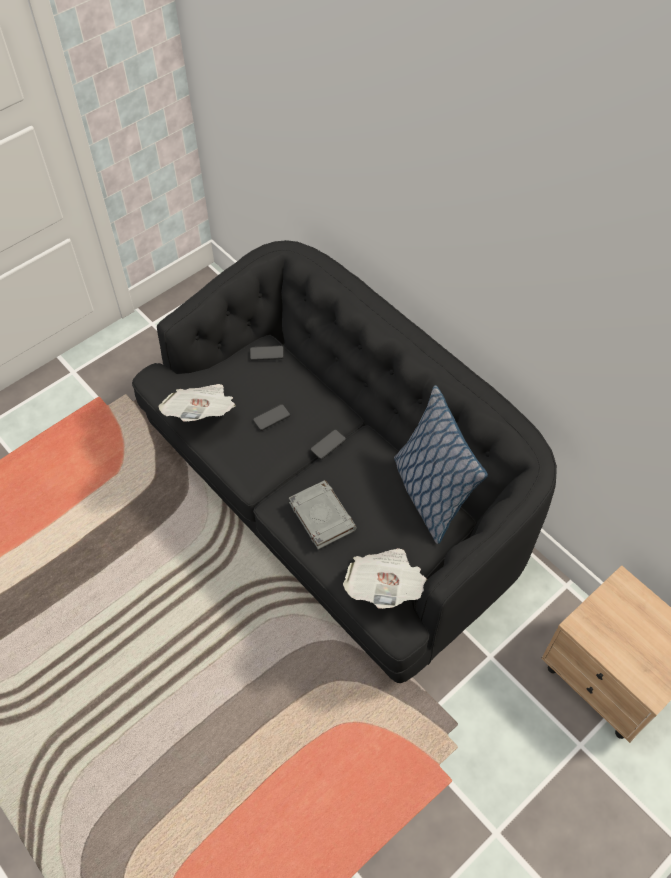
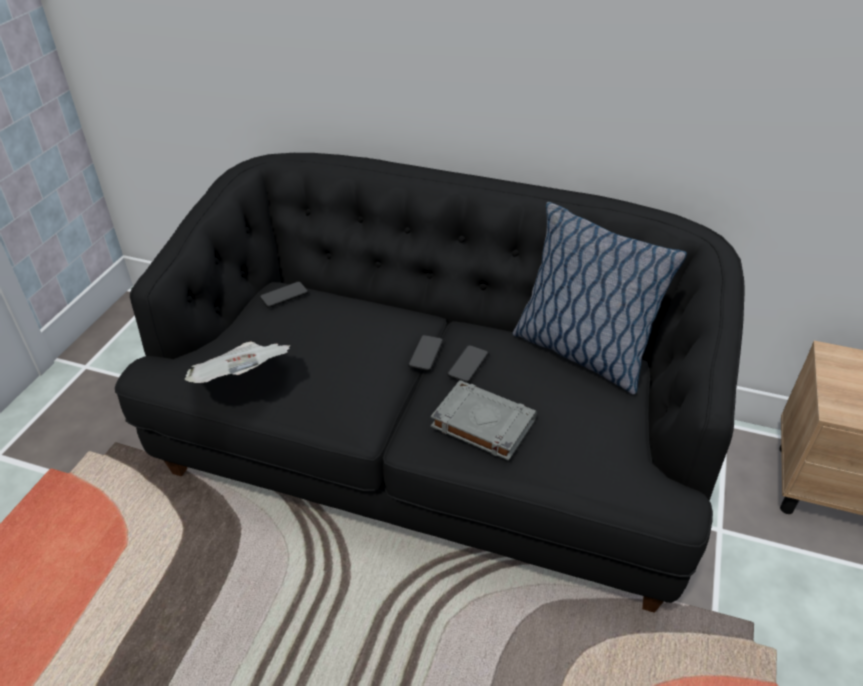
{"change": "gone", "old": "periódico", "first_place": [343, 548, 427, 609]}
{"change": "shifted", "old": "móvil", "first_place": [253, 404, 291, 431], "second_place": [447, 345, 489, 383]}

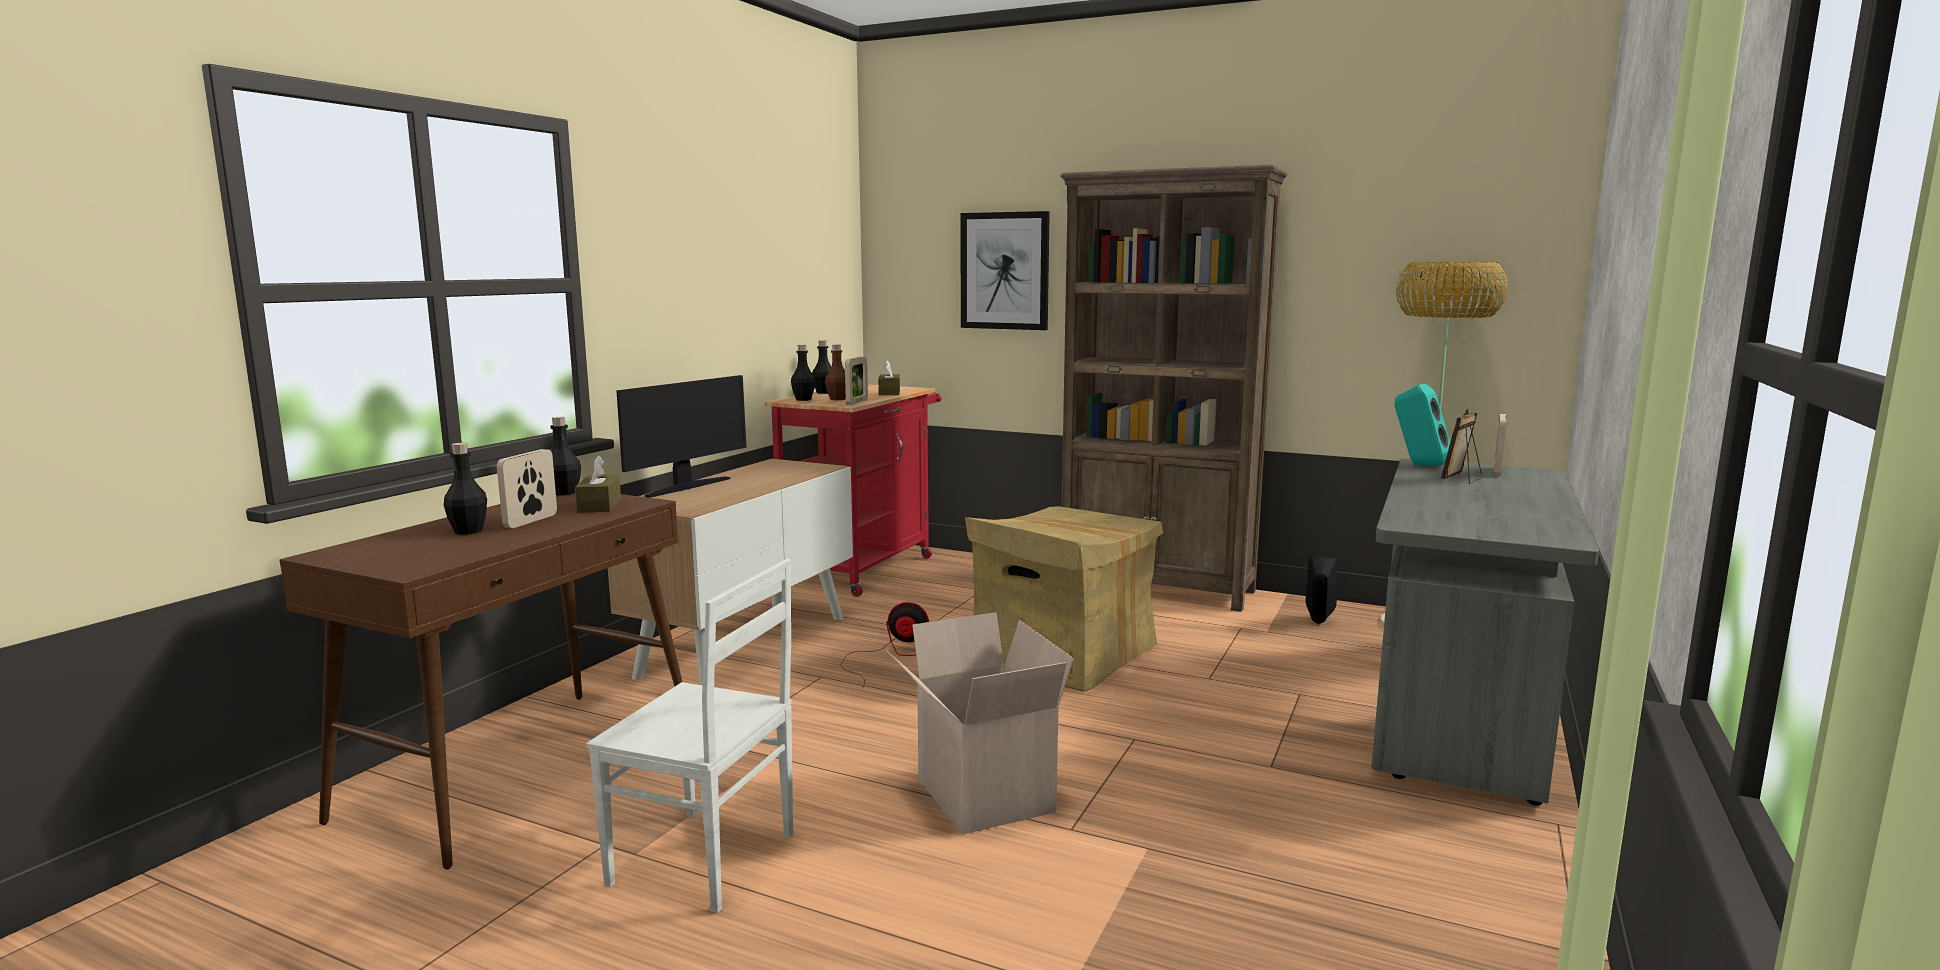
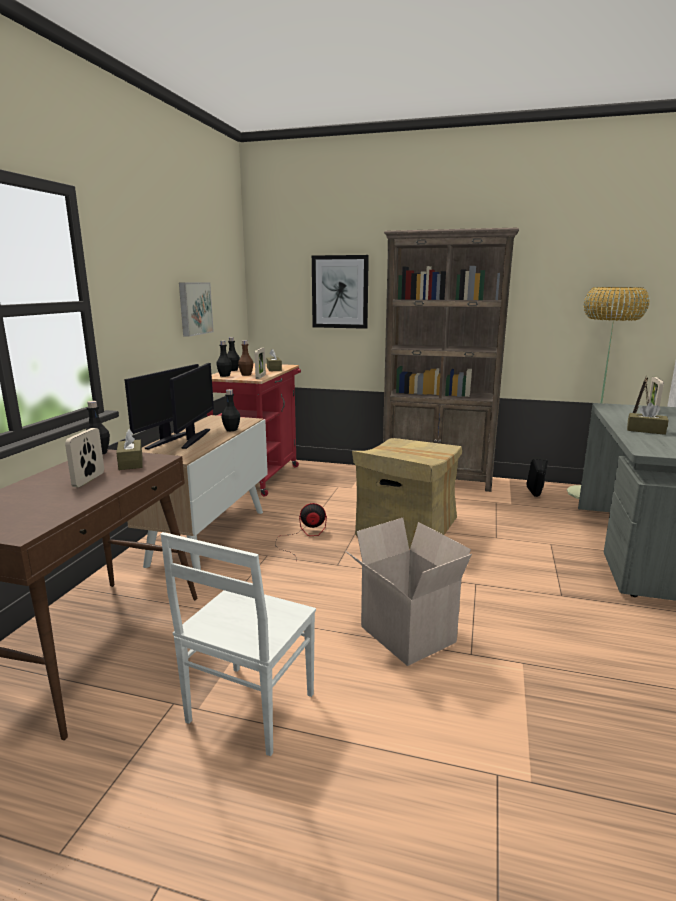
{"change": "gone", "old": "altavoz/turquesa", "first_place": [1394, 384, 1450, 466]}
{"change": "new", "new": "monitor", "second_place": [169, 363, 214, 449]}
{"change": "new", "new": "cuadro", "second_place": [179, 282, 214, 337]}
{"change": "new", "new": "caja de pañuelos/marrón", "second_place": [627, 403, 668, 435]}
{"change": "shifted", "old": "botella/negro", "first_place": [444, 443, 487, 535], "second_place": [221, 389, 240, 431]}
{"change": "rotated", "old": "silla/blanco", "first_place": [586, 559, 793, 913], "second_place": [161, 532, 316, 756], "degrees": 105}

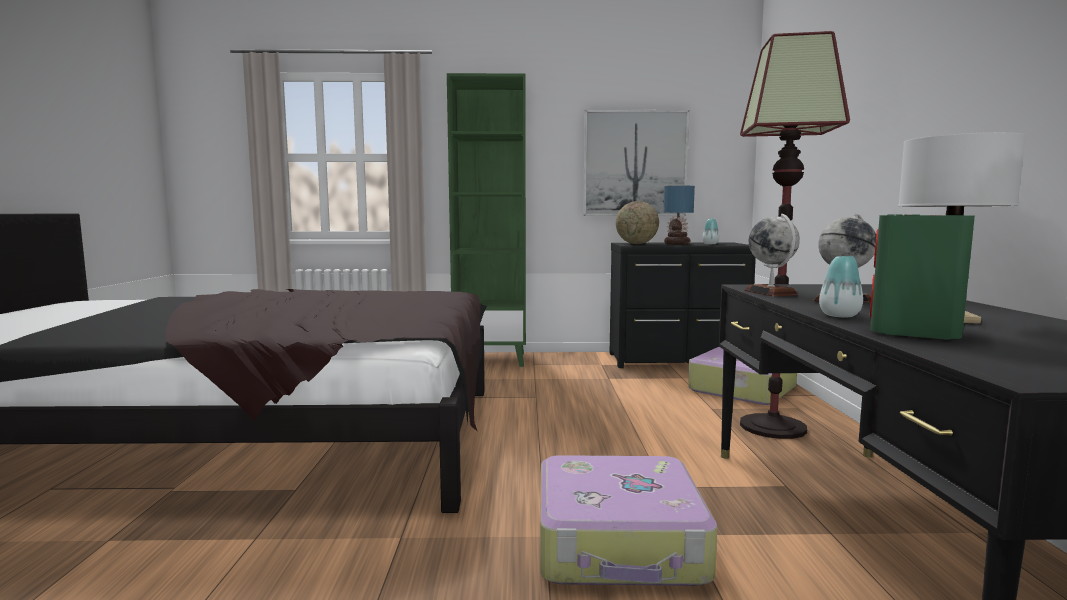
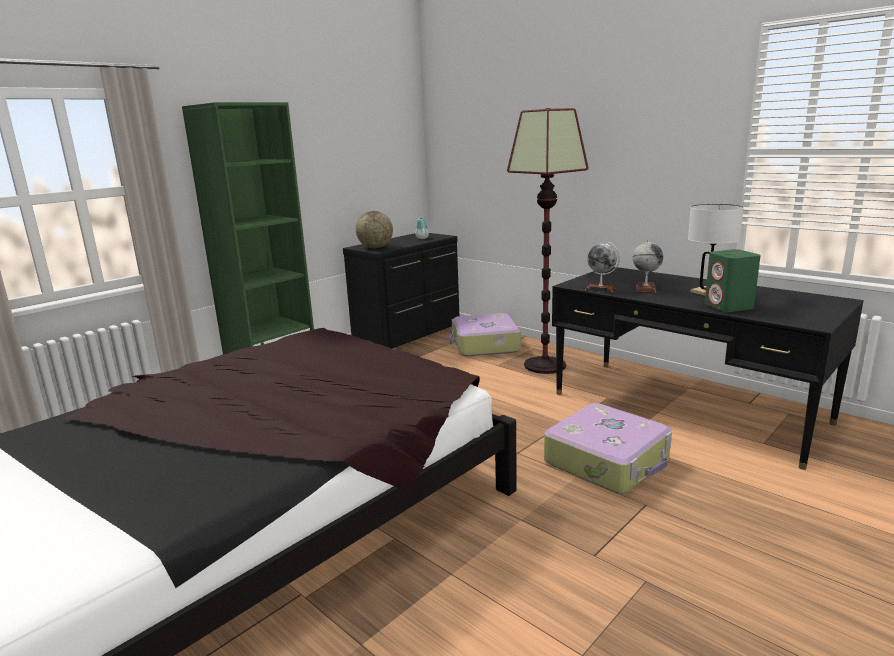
{"change": "gone", "old": "cuadro", "first_place": [583, 110, 690, 216]}
{"change": "gone", "old": "lámpara de mesa", "first_place": [664, 186, 695, 245]}
{"change": "gone", "old": "florero", "first_place": [819, 256, 863, 317]}

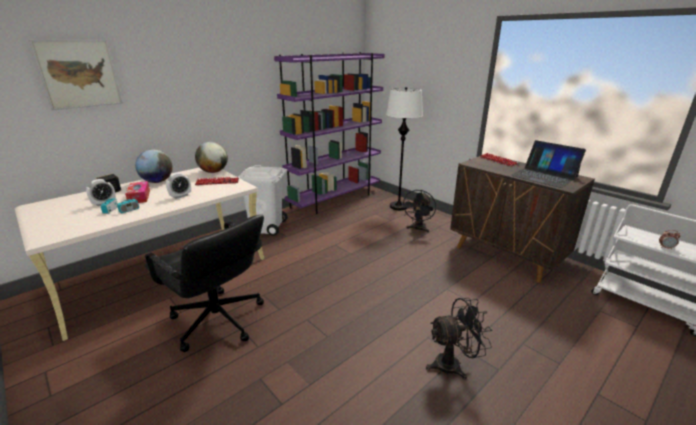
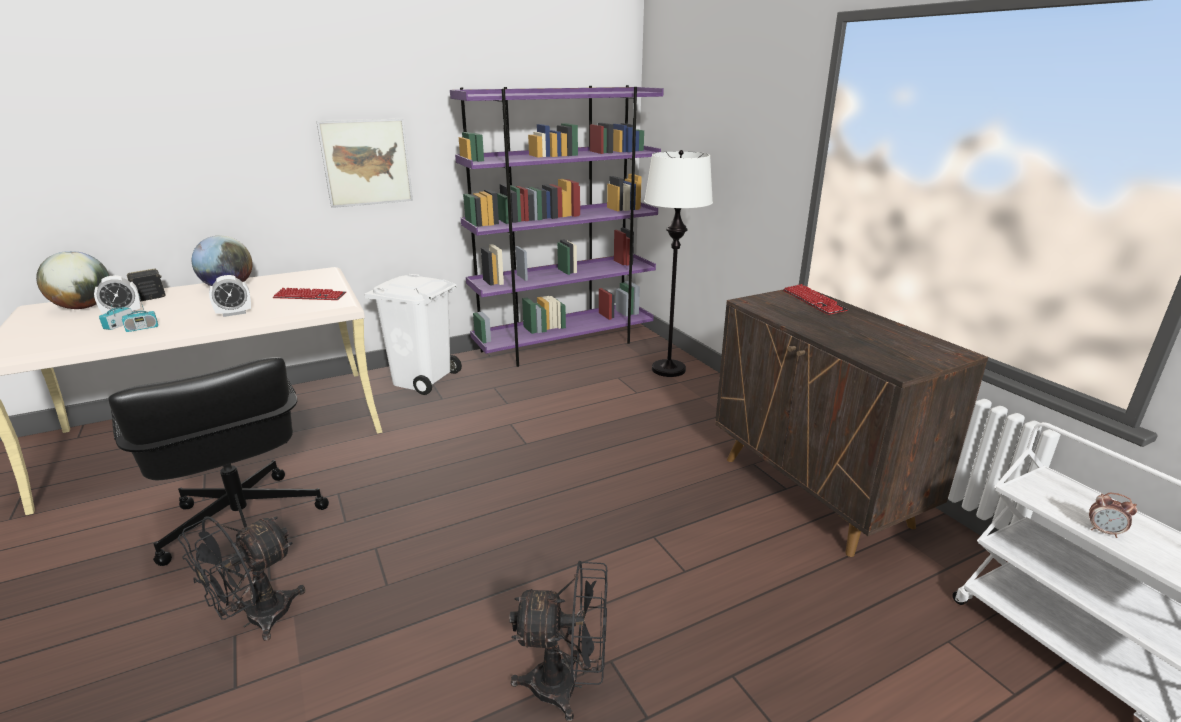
{"change": "gone", "old": "caja de pañuelos", "first_place": [125, 181, 150, 203]}
{"change": "gone", "old": "portátil", "first_place": [511, 140, 586, 188]}
{"change": "shifted", "old": "cuadro", "first_place": [29, 40, 123, 111], "second_place": [316, 118, 413, 208]}
{"change": "shifted", "old": "globo terráqueo", "first_place": [195, 142, 228, 173], "second_place": [36, 251, 109, 309]}
{"change": "shifted", "old": "ventilador/negro", "first_place": [401, 190, 436, 233], "second_place": [178, 517, 305, 641]}

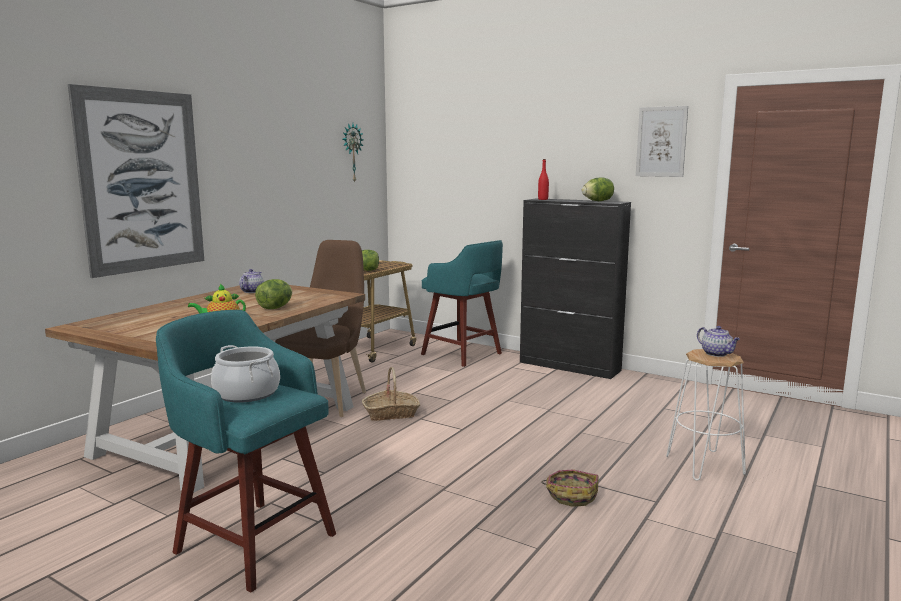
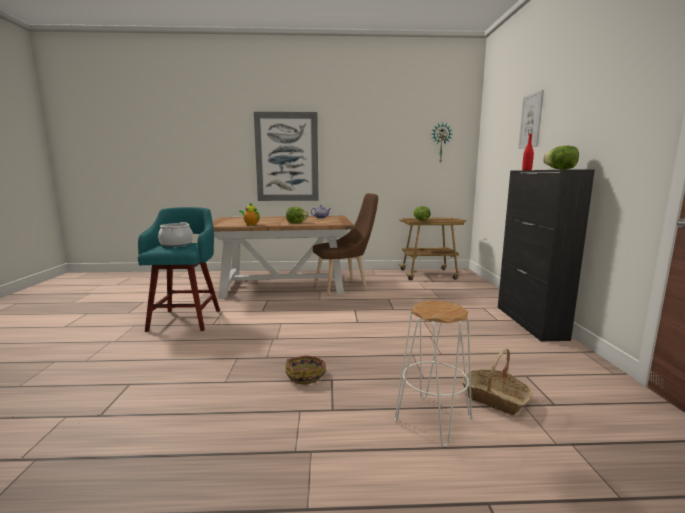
{"change": "gone", "old": "taburete/turquesa", "first_place": [421, 240, 503, 367]}
{"change": "gone", "old": "tetera", "first_place": [697, 326, 740, 357]}
{"change": "shifted", "old": "cesta", "first_place": [362, 367, 420, 421], "second_place": [462, 348, 532, 415]}
{"change": "shifted", "old": "cuadro", "first_place": [636, 106, 688, 177], "second_place": [518, 90, 544, 149]}

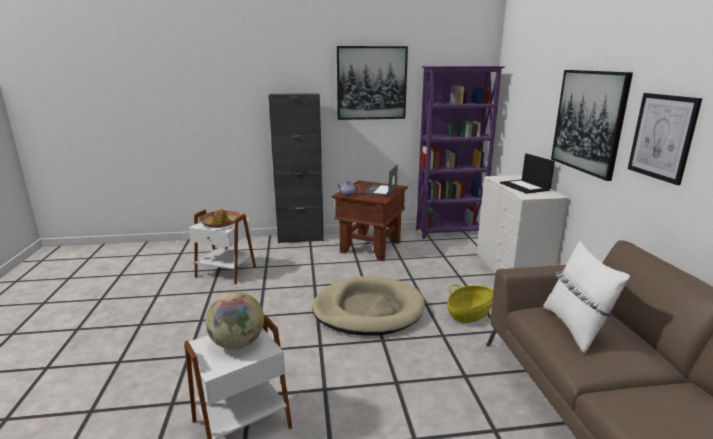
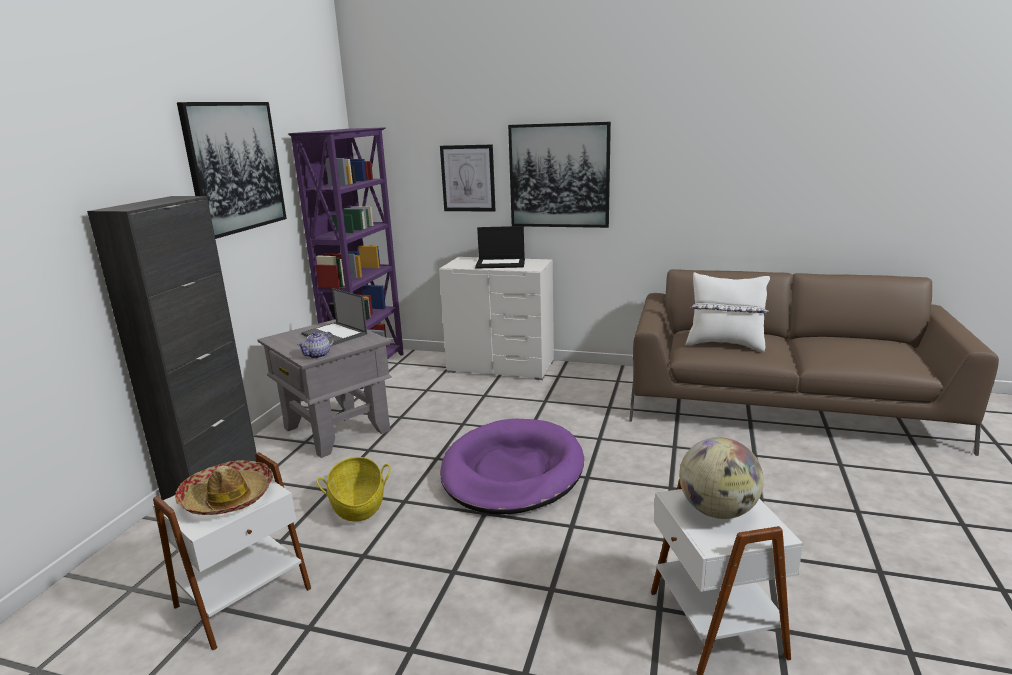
{"change": "shifted", "old": "cesta", "first_place": [447, 284, 493, 323], "second_place": [316, 457, 391, 522]}
{"change": "shifted", "old": "cuadro", "first_place": [628, 93, 702, 185], "second_place": [440, 144, 496, 212]}
{"change": "repainted", "old": "cama para perro/beis", "new": "cama para perro/morado", "first_place": [312, 276, 425, 336], "second_place": [440, 419, 584, 515]}
{"change": "repainted", "old": "mesa auxiliar/marrón", "new": "mesa auxiliar/gris", "first_place": [332, 181, 408, 261], "second_place": [257, 319, 392, 458]}

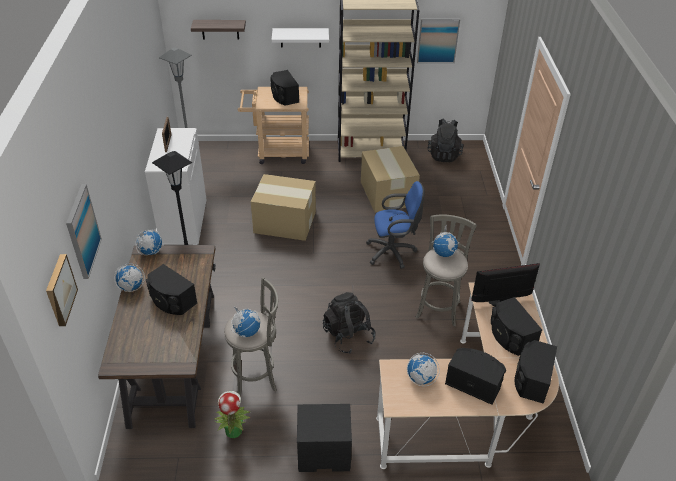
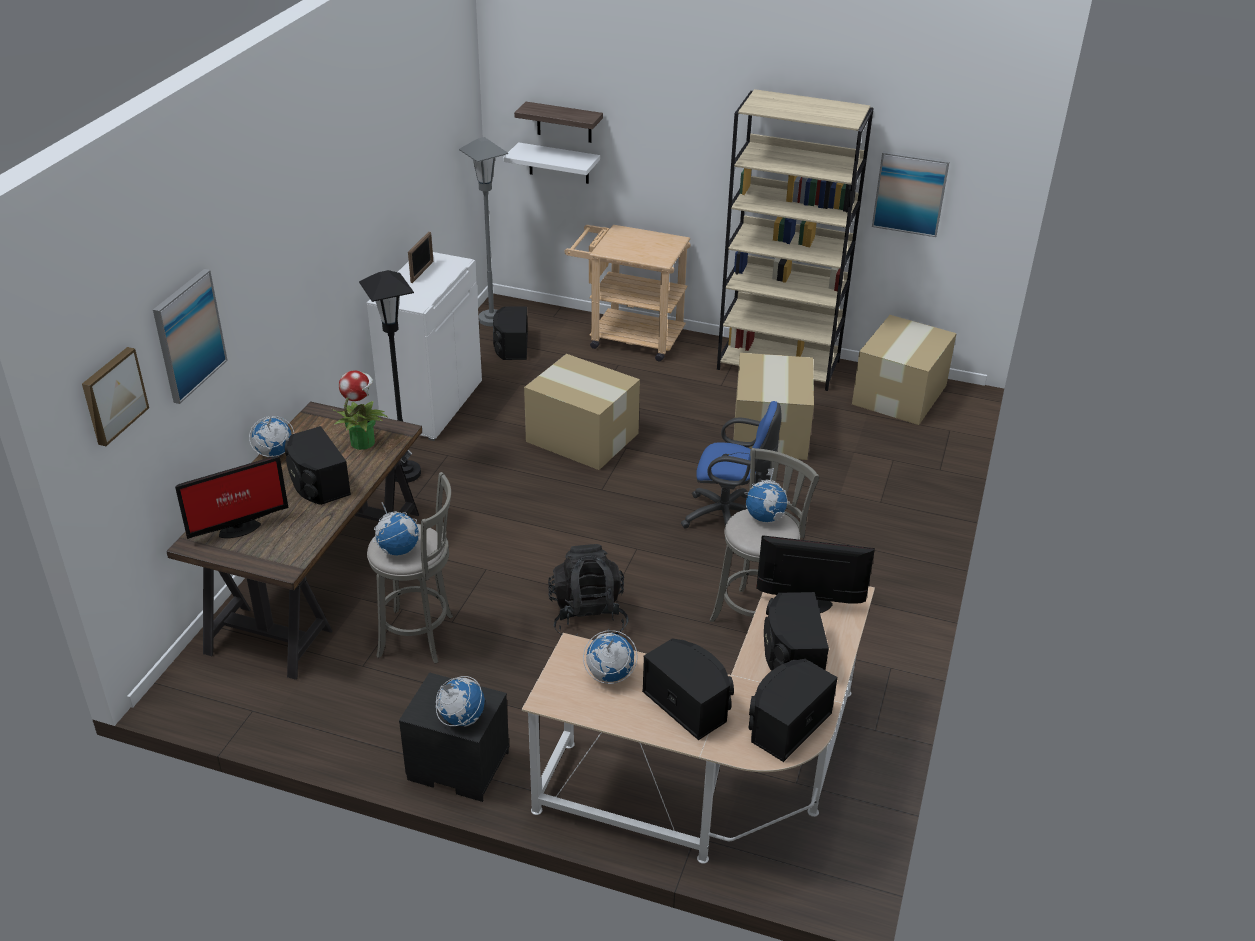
{"change": "new", "new": "monitor", "second_place": [175, 456, 289, 539]}
{"change": "shifted", "old": "globo terráqueo", "first_place": [136, 229, 162, 255], "second_place": [436, 676, 485, 726]}
{"change": "shifted", "old": "planta en maceta", "first_place": [214, 391, 250, 438], "second_place": [332, 370, 389, 450]}
{"change": "shifted", "old": "altavoz/negro", "first_place": [271, 70, 299, 106], "second_place": [493, 306, 528, 360]}
{"change": "shifted", "old": "estante/blanco", "first_place": [272, 28, 329, 48], "second_place": [503, 142, 600, 184]}
{"change": "swapped", "old": "mochila/negro", "new": "caja de cartón", "first_place": [428, 119, 464, 162], "second_place": [852, 315, 957, 425]}

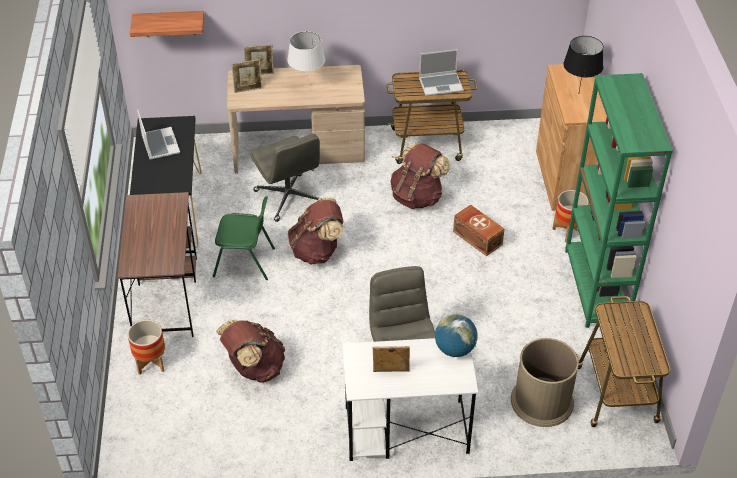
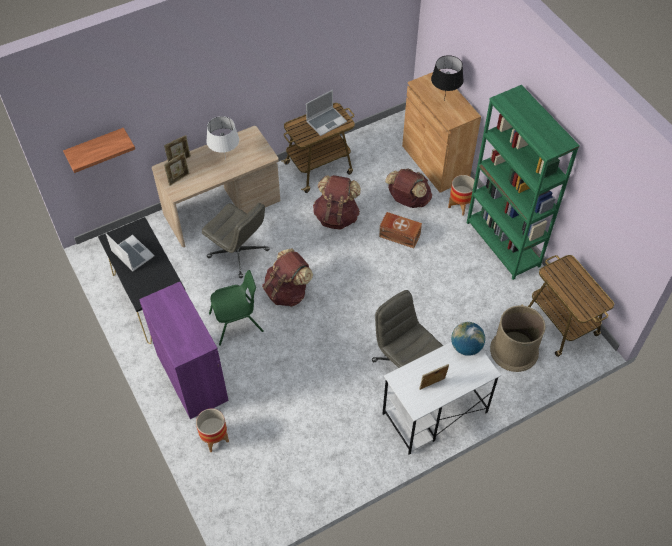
{"change": "shifted", "old": "mochila/marrón", "first_place": [216, 320, 285, 383], "second_place": [385, 168, 432, 208]}
{"change": "swapped", "old": "escritorio/marrón", "new": "armario/morado", "first_place": [117, 192, 197, 337], "second_place": [139, 282, 229, 419]}

